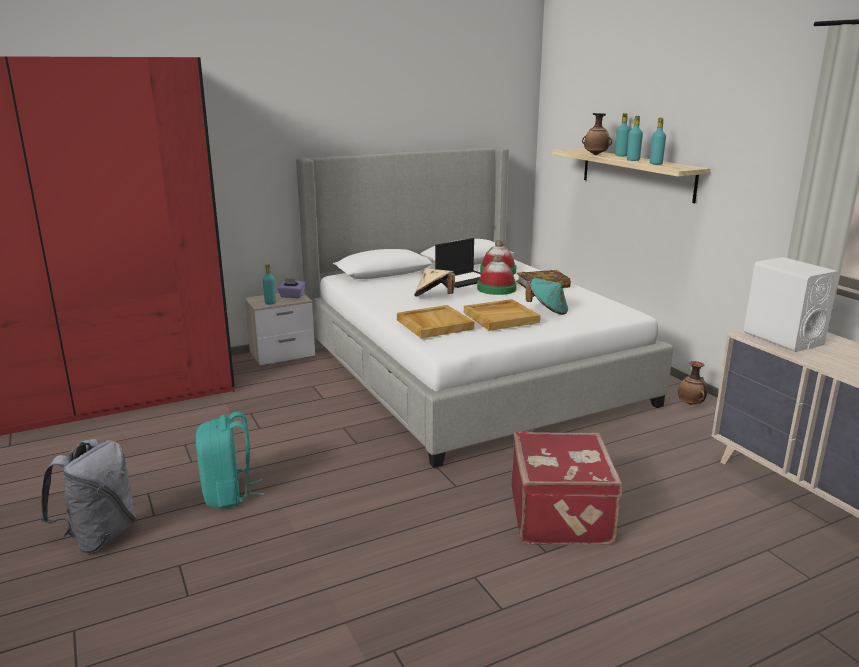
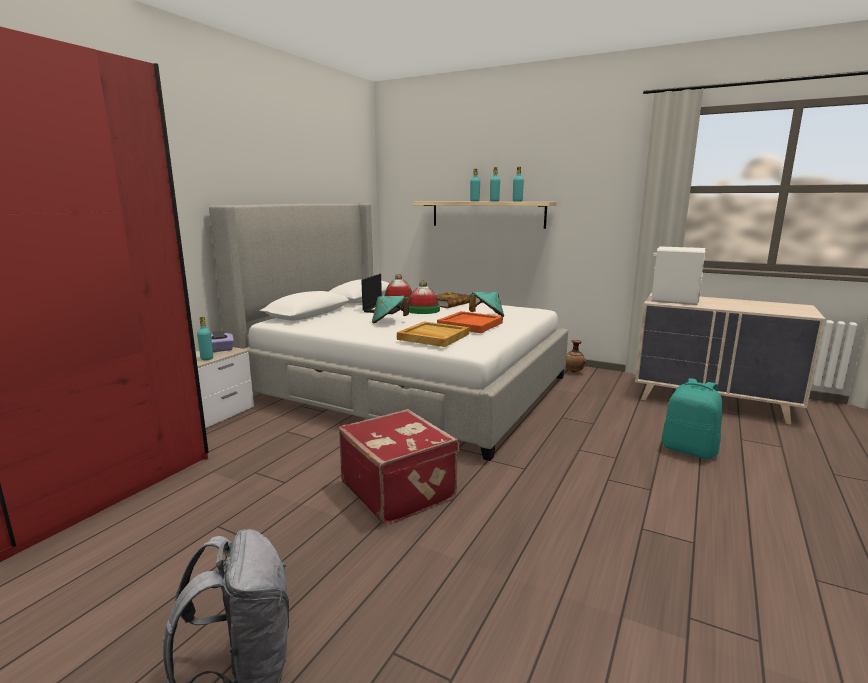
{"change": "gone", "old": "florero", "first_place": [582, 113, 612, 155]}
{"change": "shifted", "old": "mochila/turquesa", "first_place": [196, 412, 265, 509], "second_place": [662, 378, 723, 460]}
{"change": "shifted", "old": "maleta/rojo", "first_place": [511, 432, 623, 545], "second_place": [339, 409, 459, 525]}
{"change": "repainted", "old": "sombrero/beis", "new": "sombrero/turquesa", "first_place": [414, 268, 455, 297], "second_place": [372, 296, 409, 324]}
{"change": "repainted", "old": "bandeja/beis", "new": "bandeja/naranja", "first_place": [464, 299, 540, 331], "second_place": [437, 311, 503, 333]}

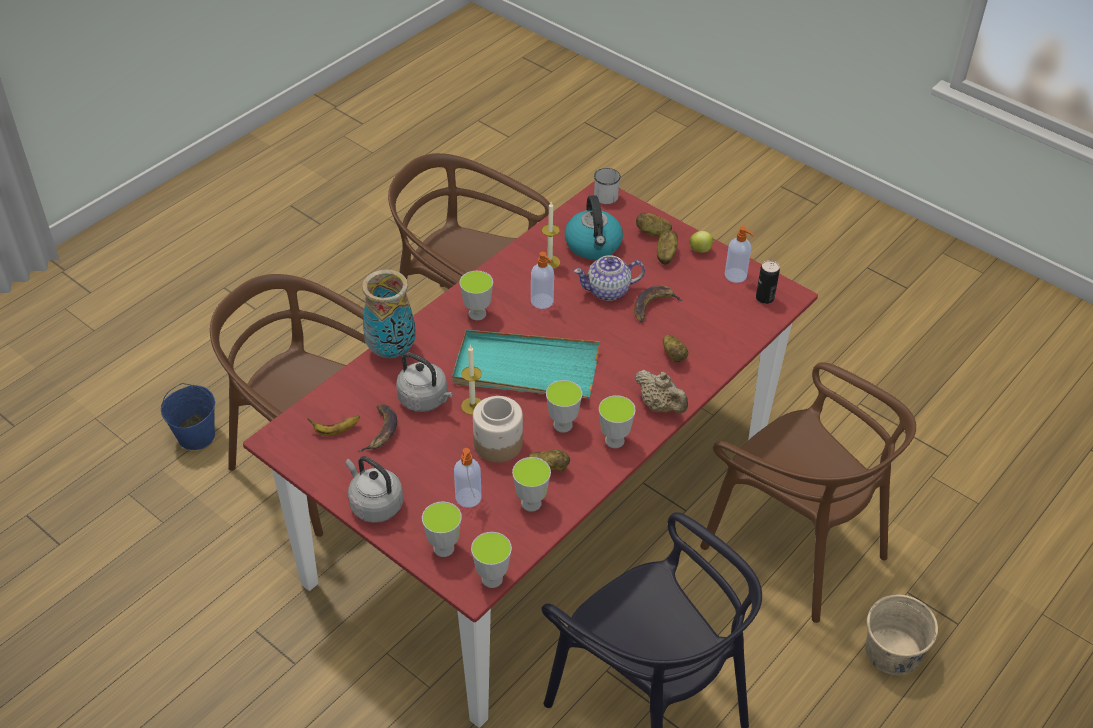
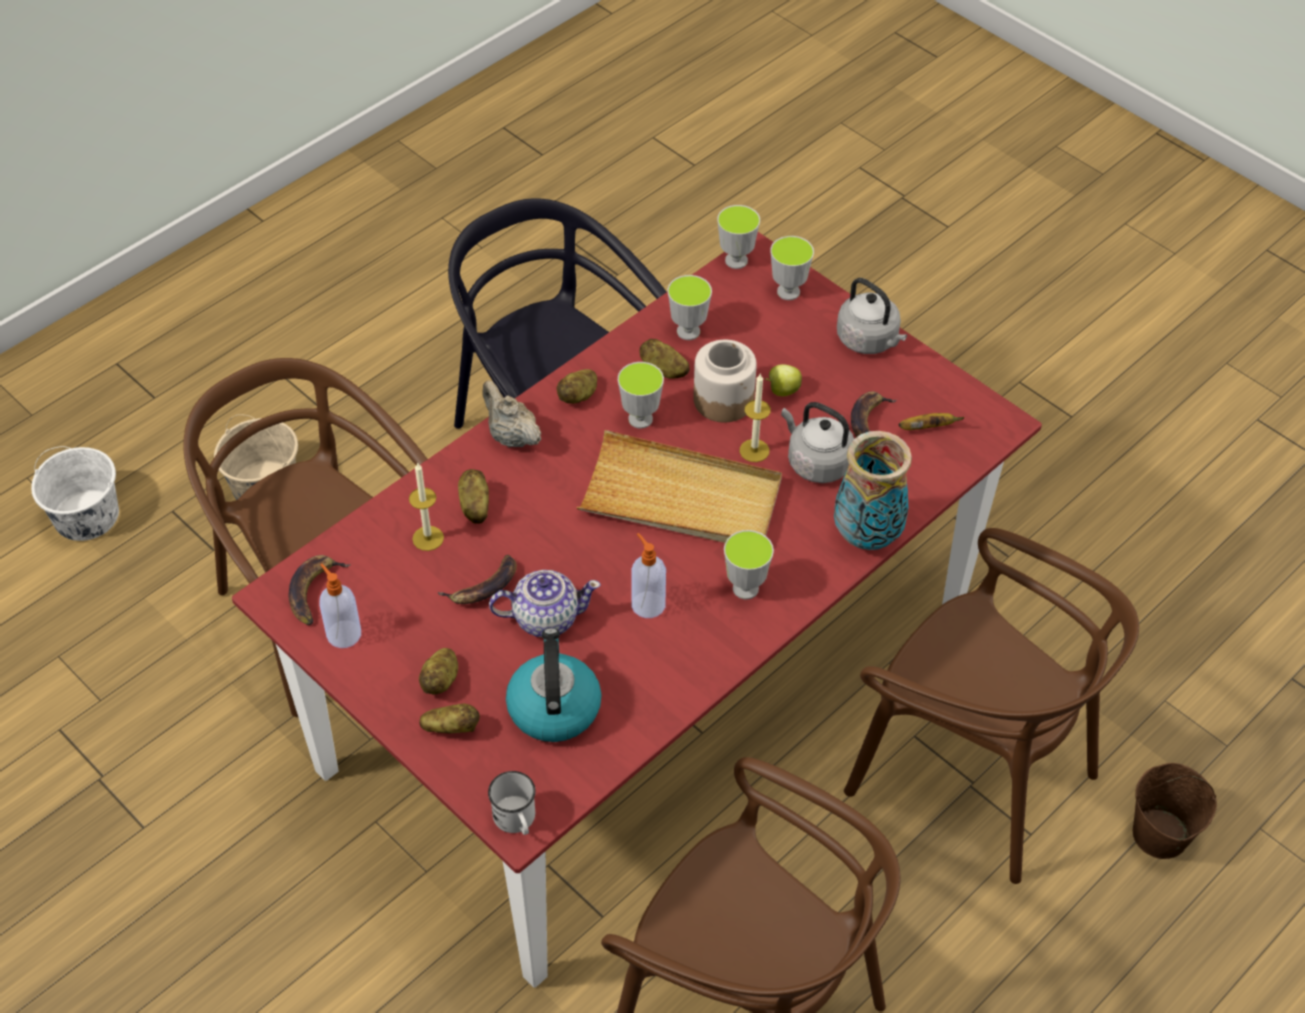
{"change": "gone", "old": "dispensador de jabón", "first_place": [454, 448, 482, 508]}
{"change": "new", "new": "cubo/blanco", "second_place": [31, 446, 119, 541]}
{"change": "shifted", "old": "vela", "first_place": [542, 202, 560, 269], "second_place": [409, 462, 444, 551]}
{"change": "shifted", "old": "manzana", "first_place": [689, 231, 715, 253], "second_place": [765, 364, 802, 396]}
{"change": "swapped", "old": "taza", "new": "patata", "first_place": [599, 395, 636, 448], "second_place": [557, 369, 597, 404]}
{"change": "swapped", "old": "lata", "new": "plátano", "first_place": [756, 260, 780, 304], "second_place": [288, 555, 351, 625]}
{"change": "repainted", "old": "cubo/azul", "new": "cubo/marrón", "first_place": [161, 383, 215, 450], "second_place": [1133, 763, 1217, 859]}
{"change": "repainted", "old": "bandeja/turquesa", "new": "bandeja/beis", "first_place": [452, 330, 600, 398], "second_place": [577, 430, 782, 543]}

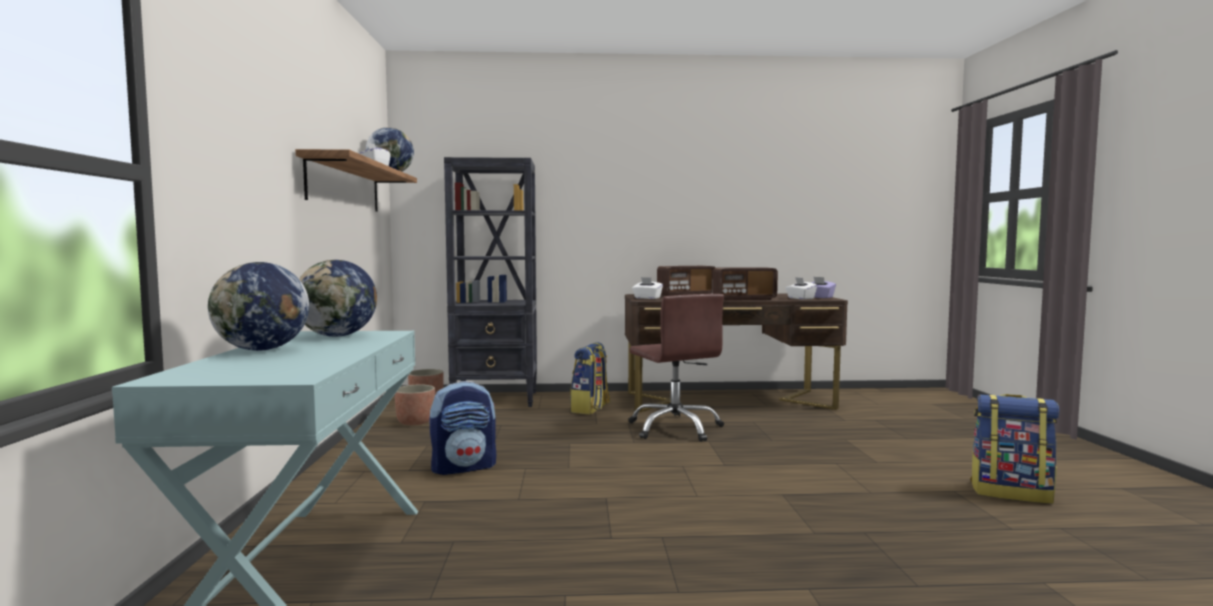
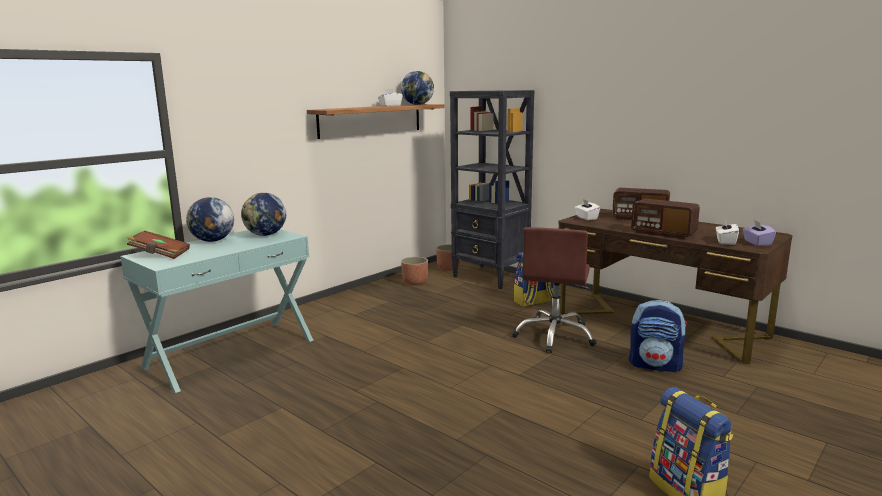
{"change": "new", "new": "libro/marrón", "second_place": [127, 231, 190, 259]}
{"change": "shifted", "old": "mochila", "first_place": [429, 381, 496, 475], "second_place": [629, 300, 687, 373]}

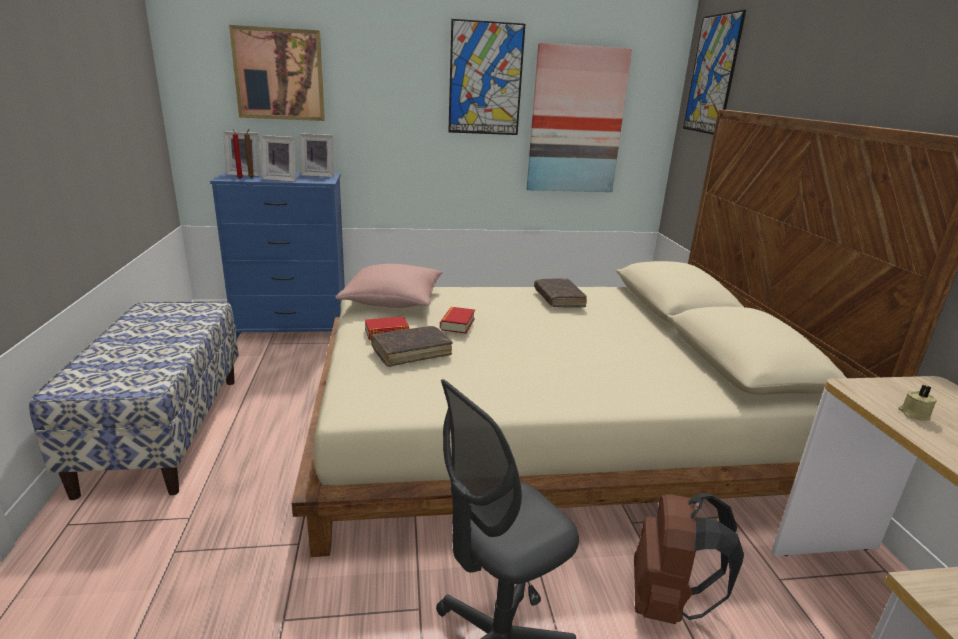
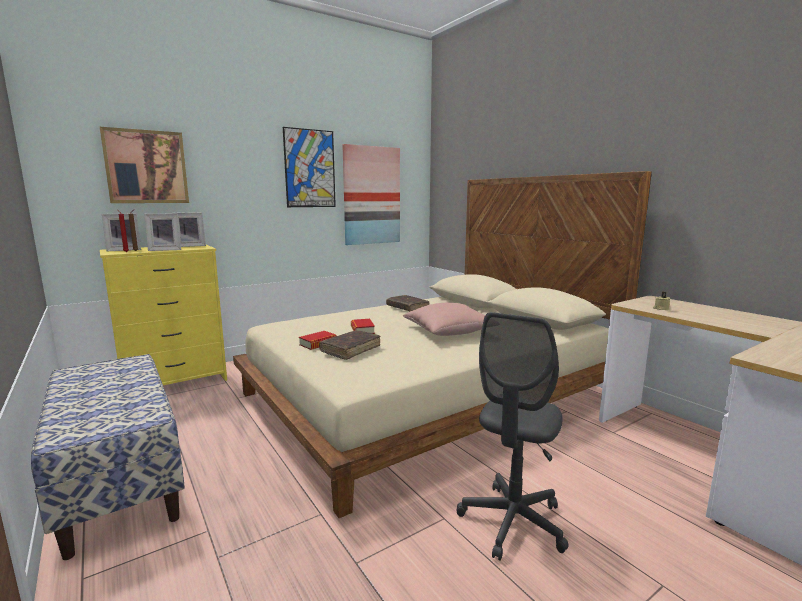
{"change": "gone", "old": "mochila/marrón", "first_place": [634, 493, 744, 624]}
{"change": "gone", "old": "cuadro", "first_place": [683, 10, 746, 135]}
{"change": "shifted", "old": "cojín/rosa", "first_place": [335, 264, 442, 308], "second_place": [403, 303, 485, 336]}
{"change": "repainted", "old": "cómoda/azul", "new": "cómoda/amarillo", "first_place": [210, 171, 345, 338], "second_place": [100, 245, 227, 385]}

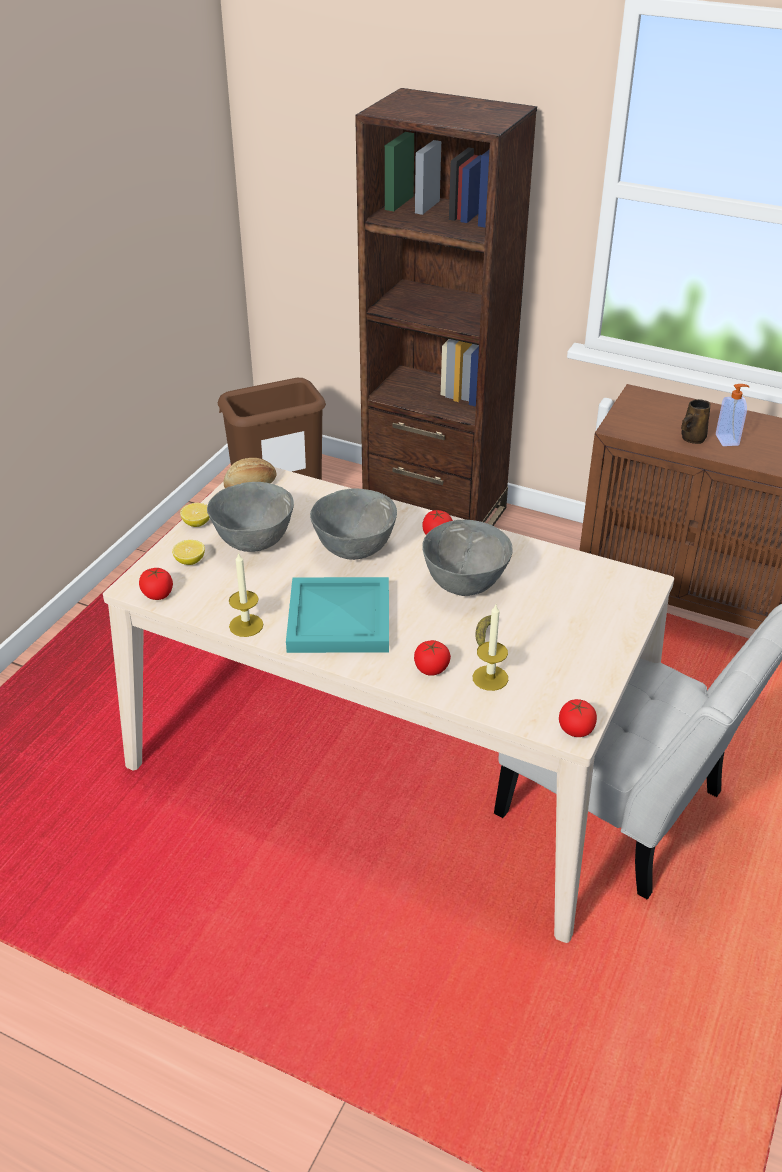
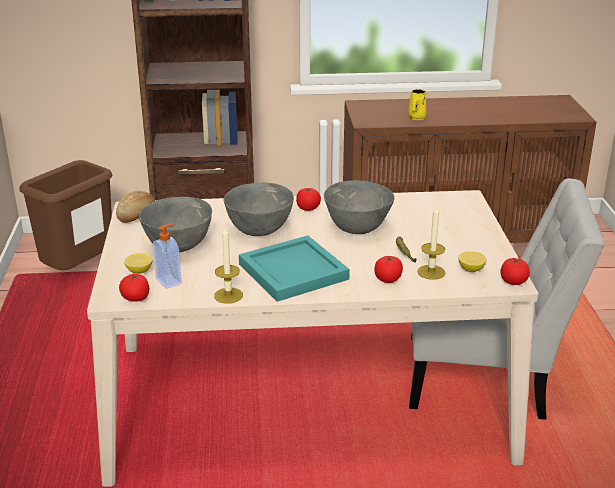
{"change": "shifted", "old": "limón", "first_place": [180, 503, 210, 527], "second_place": [458, 251, 487, 272]}
{"change": "shifted", "old": "dispensador de jabón", "first_place": [716, 384, 749, 446], "second_place": [153, 224, 182, 289]}
{"change": "repainted", "old": "taza grande/marrón", "new": "taza grande/amarillo", "first_place": [681, 399, 710, 444], "second_place": [408, 89, 426, 120]}

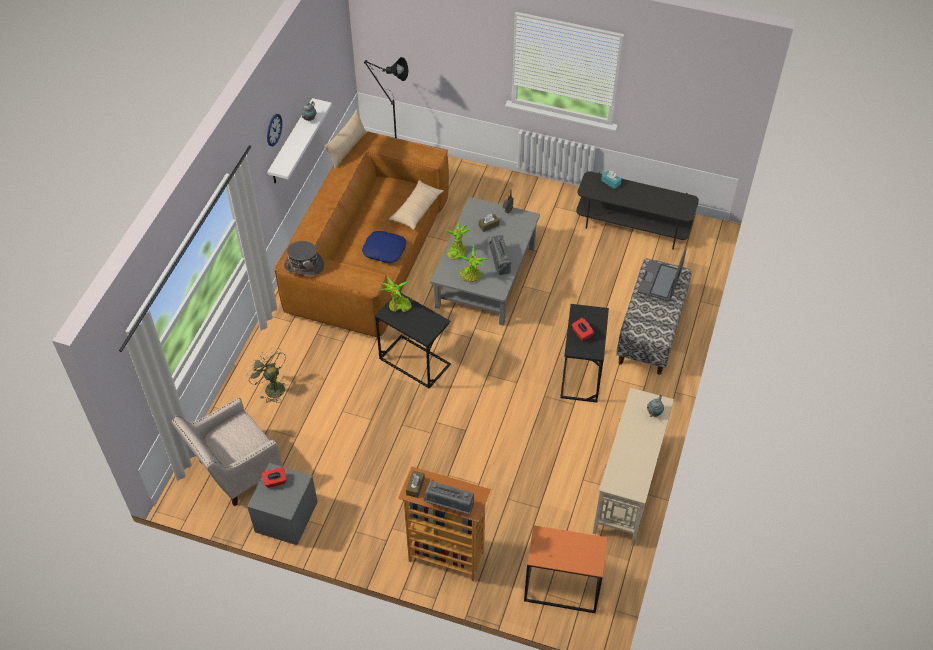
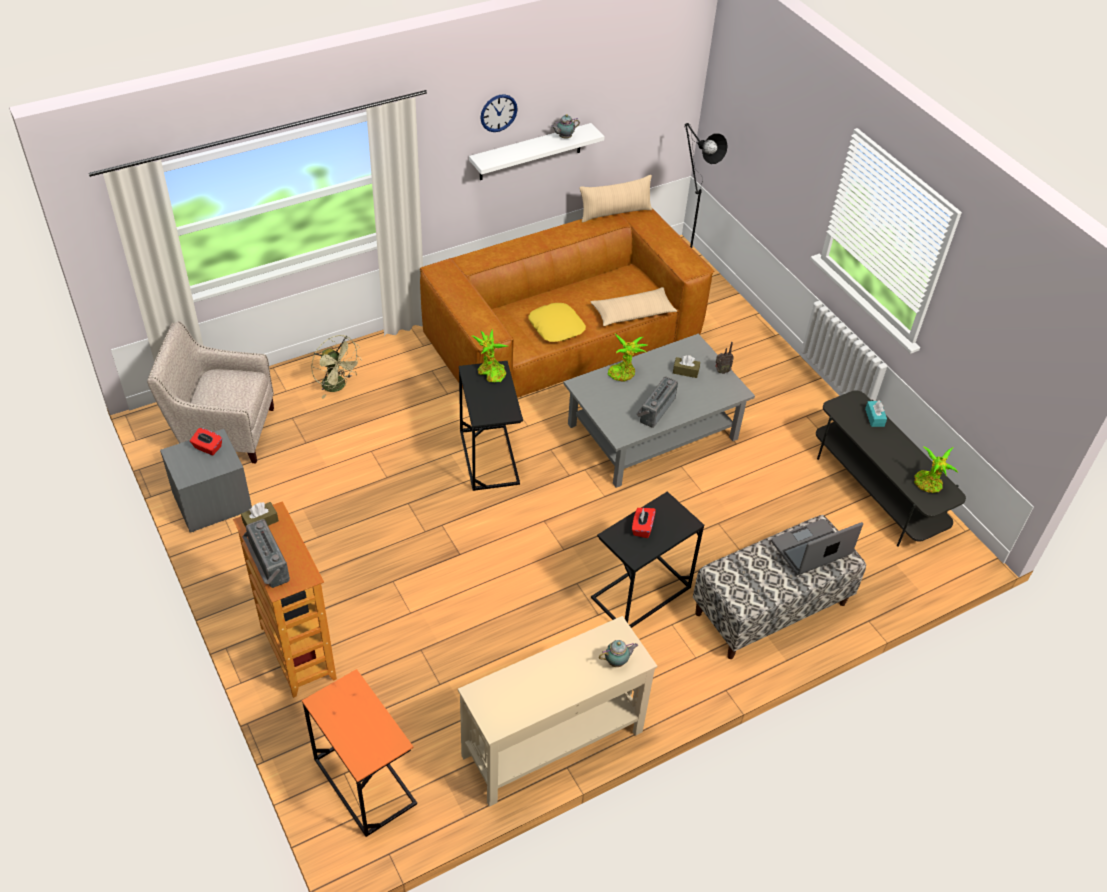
{"change": "gone", "old": "sombrero/gris", "first_place": [284, 241, 324, 275]}
{"change": "shifted", "old": "planta en maceta", "first_place": [458, 246, 488, 282], "second_place": [914, 447, 958, 493]}
{"change": "repainted", "old": "cojín/azul", "new": "cojín/amarillo", "first_place": [362, 231, 406, 263], "second_place": [528, 303, 586, 342]}
{"change": "rotated", "old": "ventilador/verde", "first_place": [245, 348, 286, 403], "second_place": [311, 335, 362, 399], "degrees": 135}

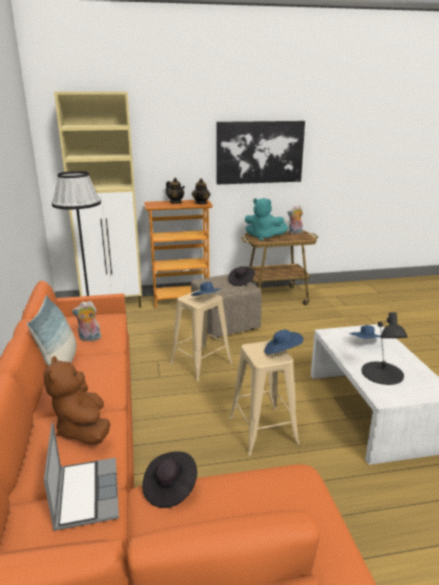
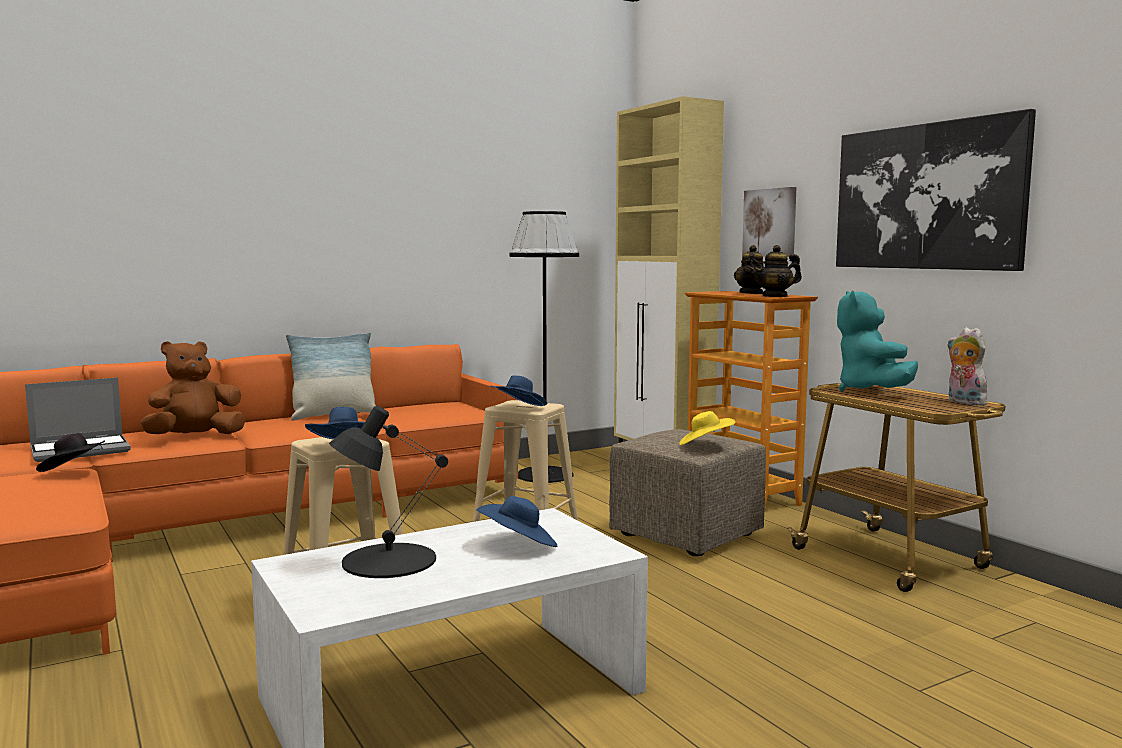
{"change": "gone", "old": "peluche", "first_place": [72, 301, 101, 341]}
{"change": "new", "new": "cuadro", "second_place": [742, 187, 796, 257]}
{"change": "repainted", "old": "sombrero/negro", "new": "sombrero/amarillo", "first_place": [228, 266, 255, 286], "second_place": [679, 411, 735, 445]}

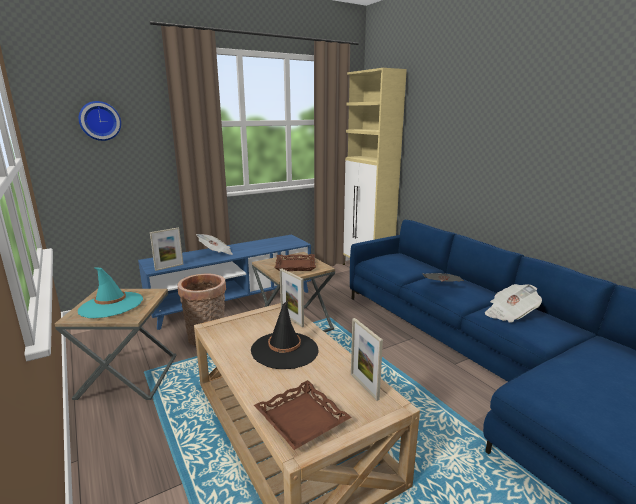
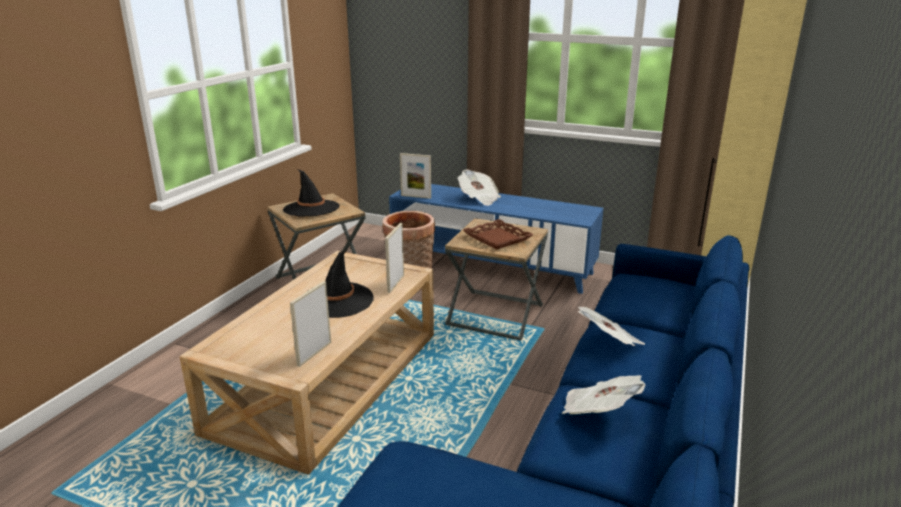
{"change": "gone", "old": "reloj de pared", "first_place": [79, 101, 121, 141]}
{"change": "gone", "old": "bandeja/marrón", "first_place": [254, 380, 352, 450]}
{"change": "repainted", "old": "sombrero/turquesa", "new": "sombrero/negro", "first_place": [78, 267, 143, 318], "second_place": [283, 169, 340, 216]}

